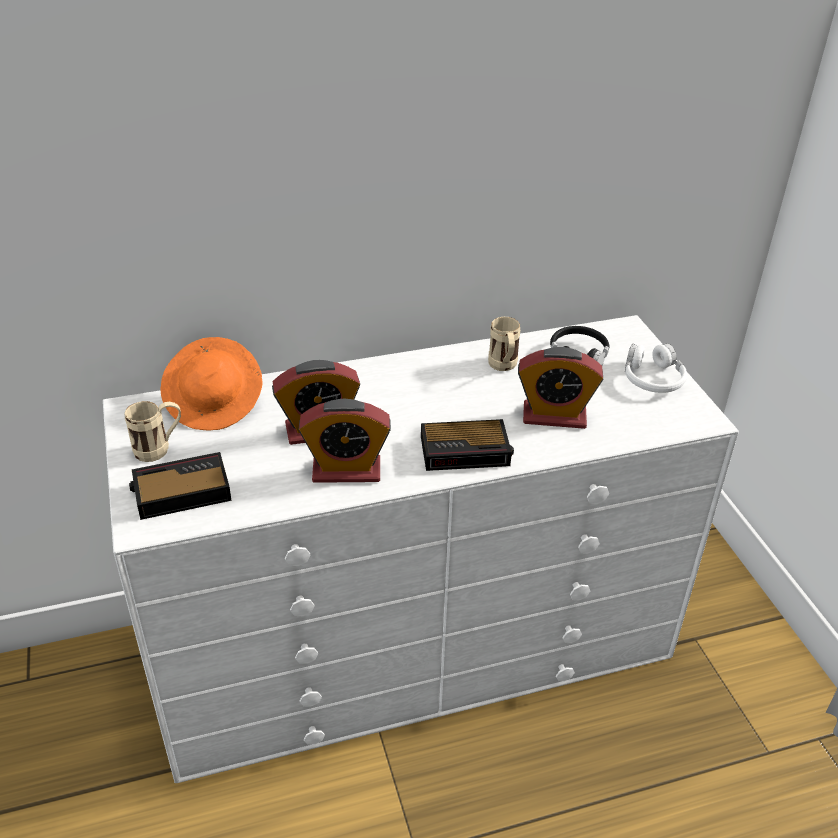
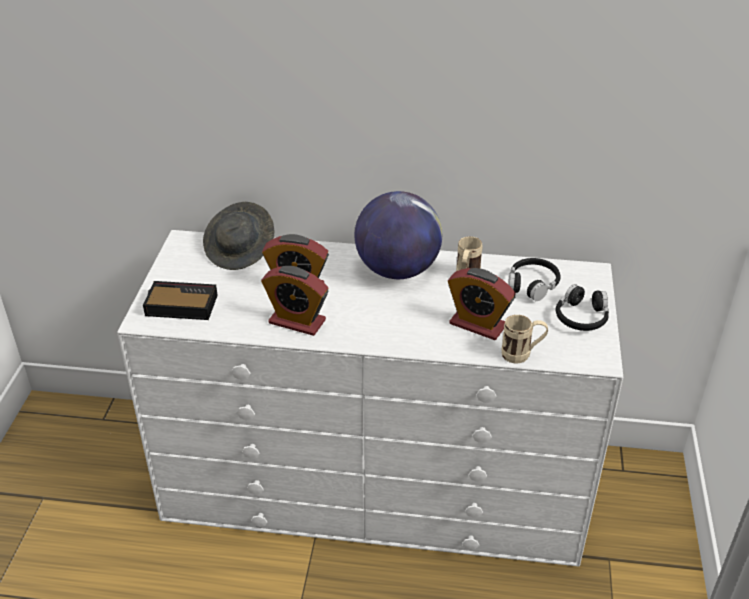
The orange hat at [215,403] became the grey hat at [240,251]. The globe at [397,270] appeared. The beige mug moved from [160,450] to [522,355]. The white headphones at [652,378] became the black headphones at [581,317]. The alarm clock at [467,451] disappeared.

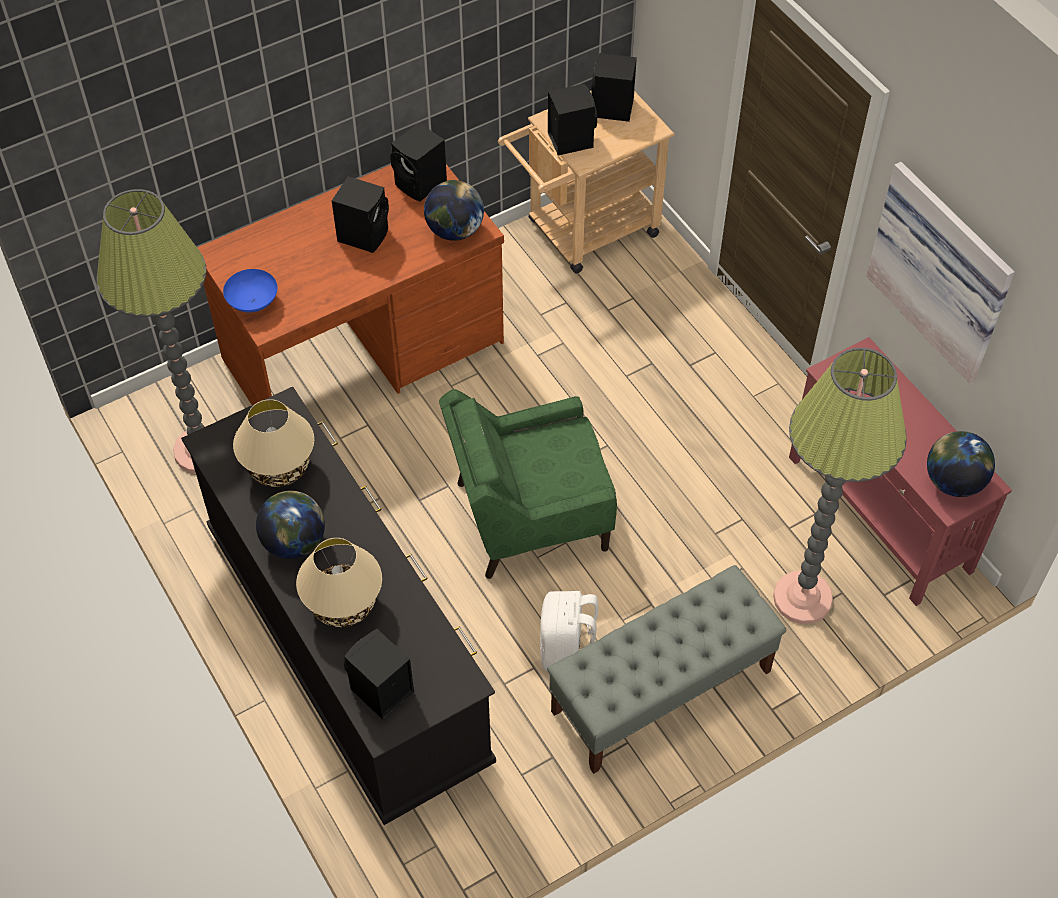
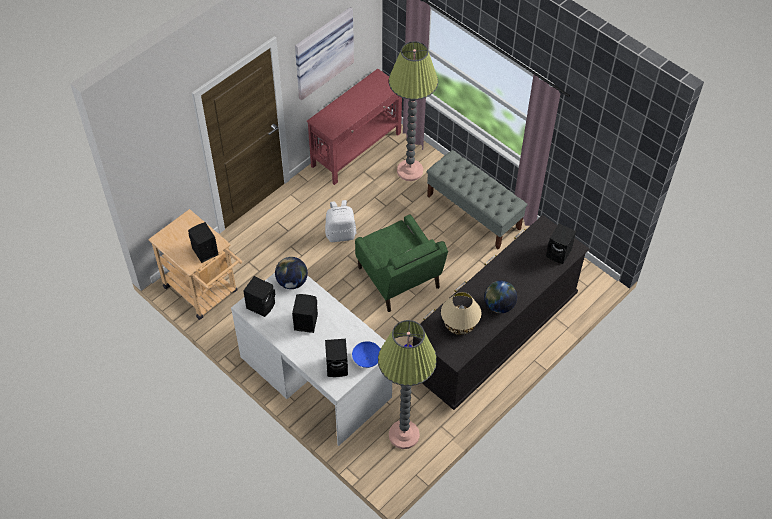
The brown desk at [365,352] became the white desk at [316,376]. The white backpack moved from [568,652] to [341,234]. The black speaker moved from [612,109] to [338,366]. The beige table lamp at [343,604] disappeared. The globe at [953,481] disappeared.

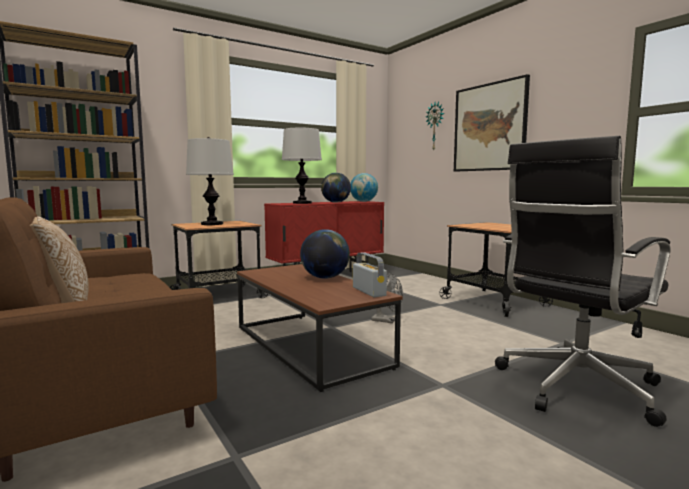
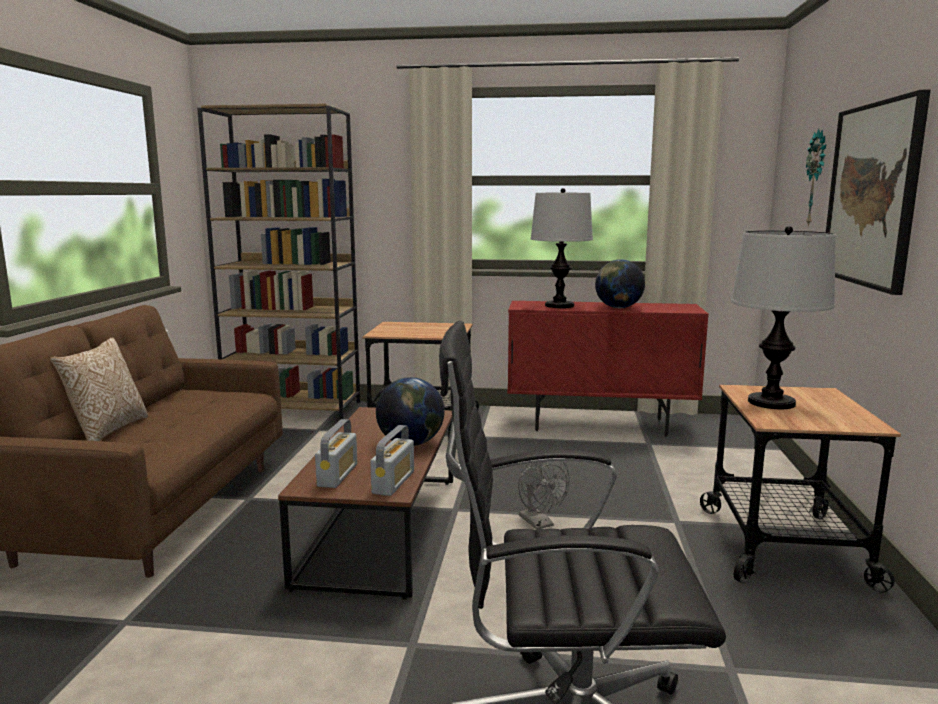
The radio at [337,475] appeared. The table lamp moved from [212,224] to [771,403]. The globe at [363,201] disappeared.

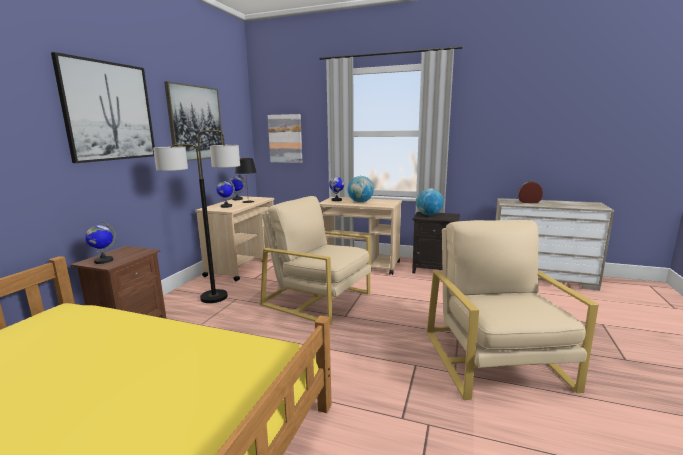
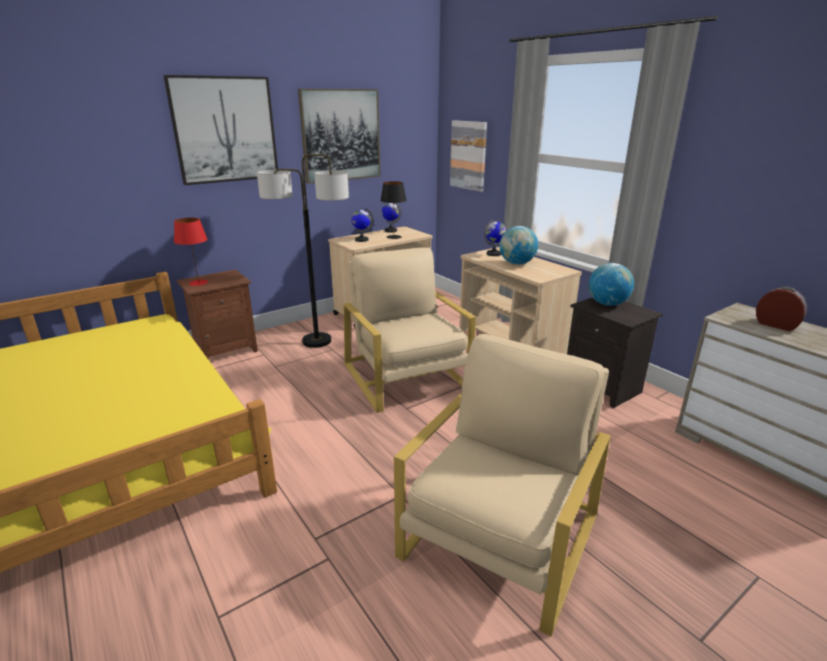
The globe at [103,261] was replaced by the red table lamp at [198,283].

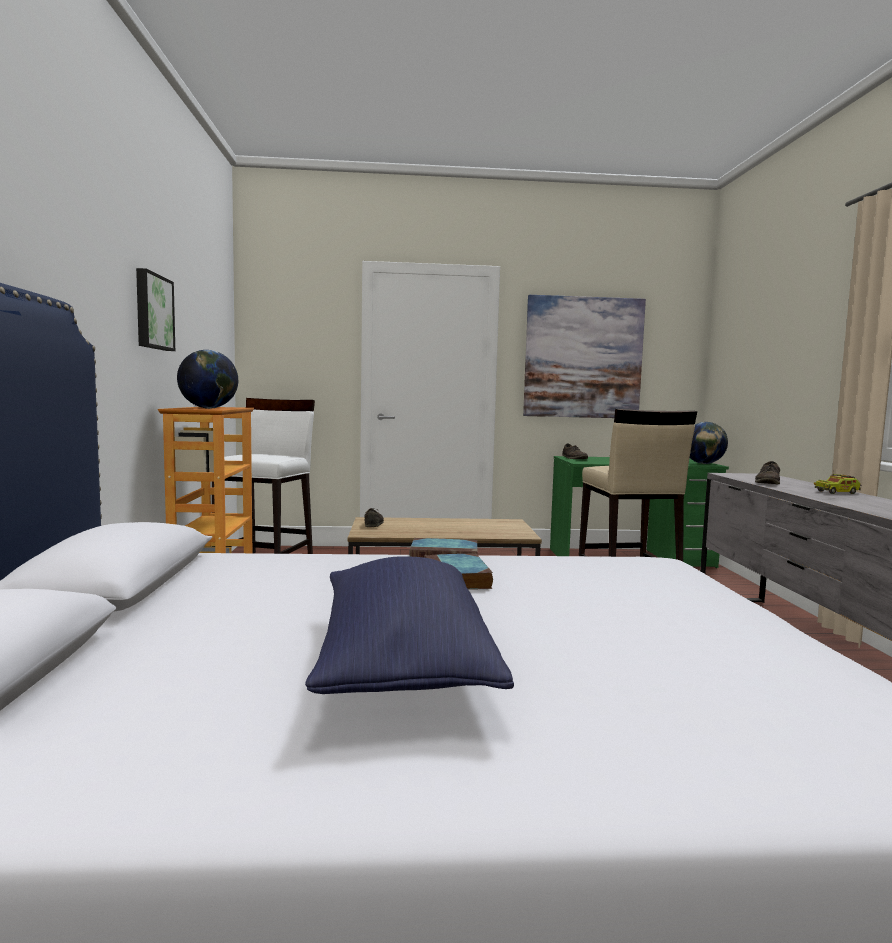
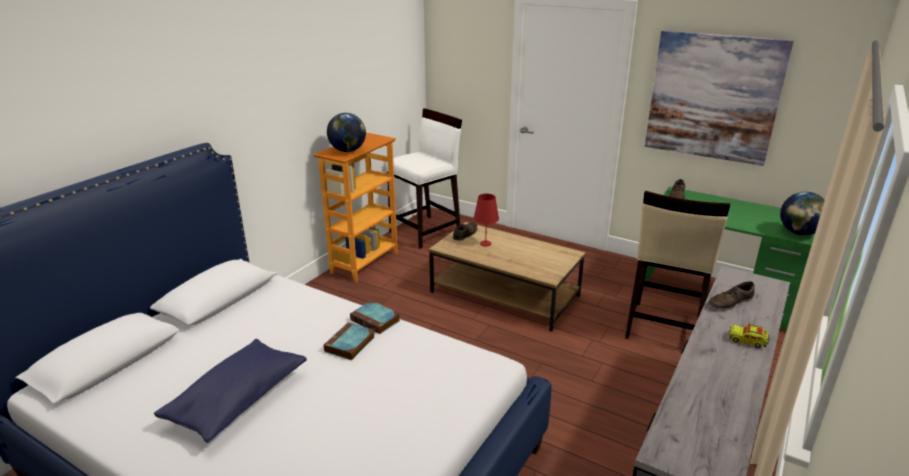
The red table lamp at [485,243] appeared. The picture at [152,312] disappeared.

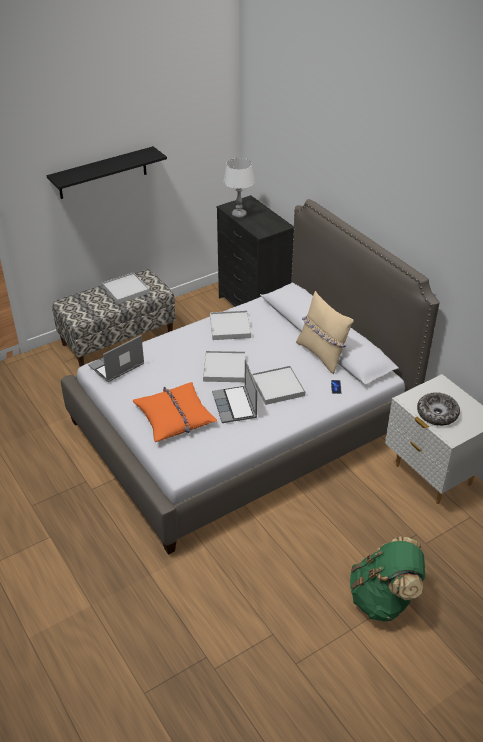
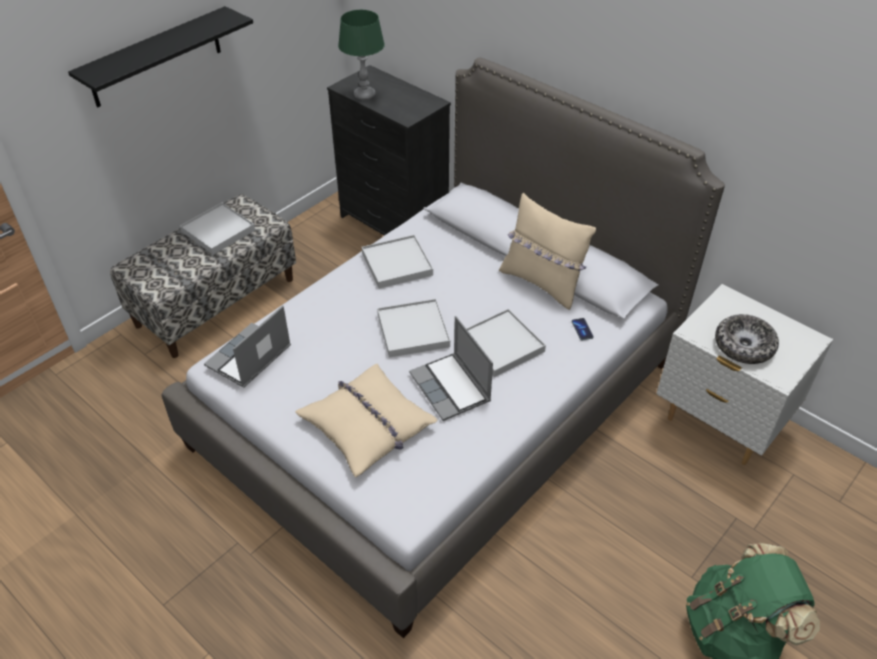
The orange pillow at [175,417] became the beige pillow at [368,426]. The white table lamp at [239,214] became the green table lamp at [364,95].

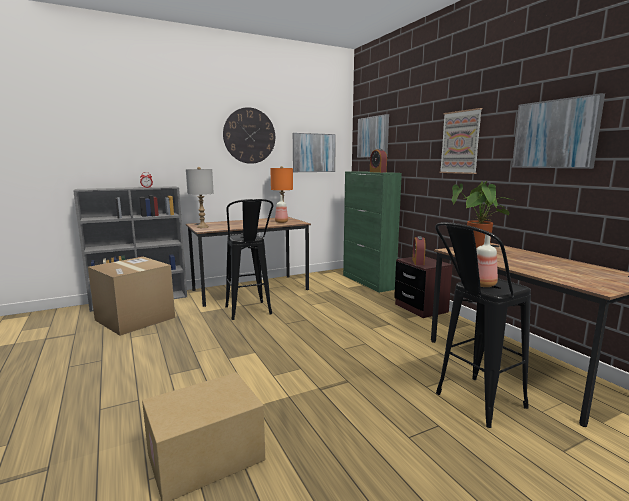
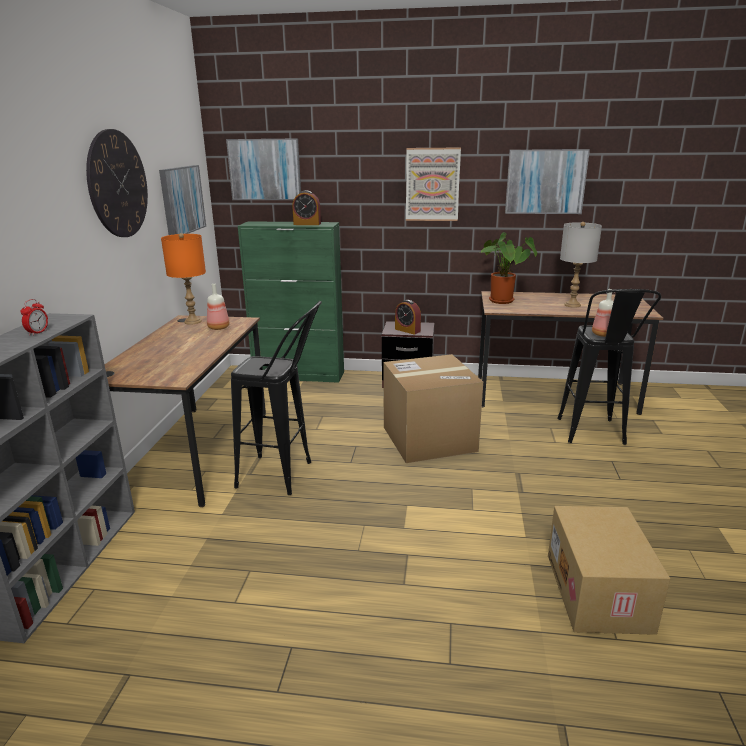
The cardboard box moved from [135,319] to [429,439]. The grey table lamp moved from [202,227] to [572,305].

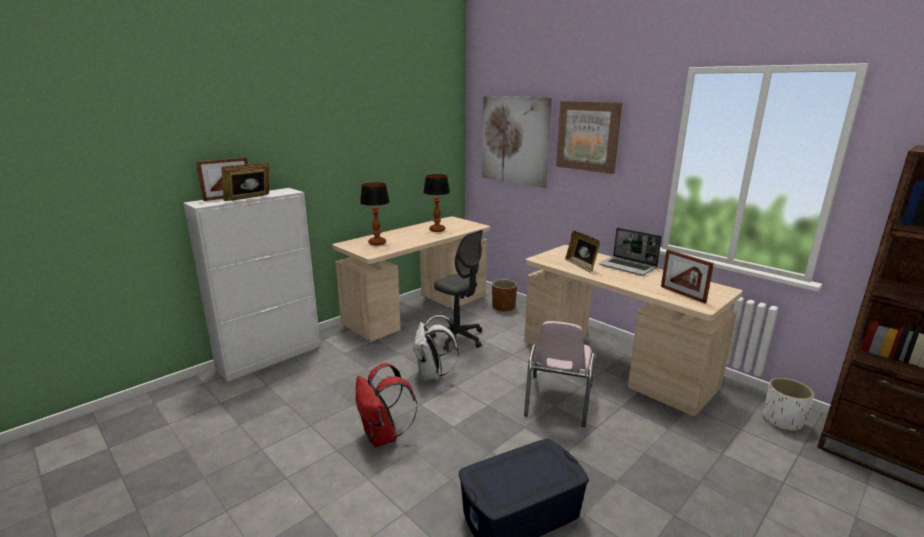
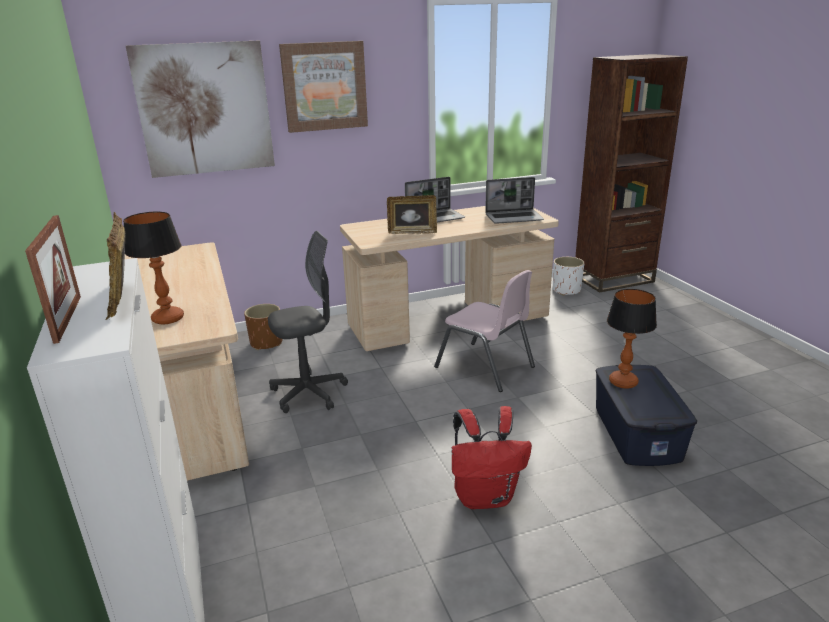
The picture frame at [682,294] was replaced by the laptop at [514,218]. The table lamp moved from [437,230] to [623,382]. The white backpack at [432,375] disappeared.

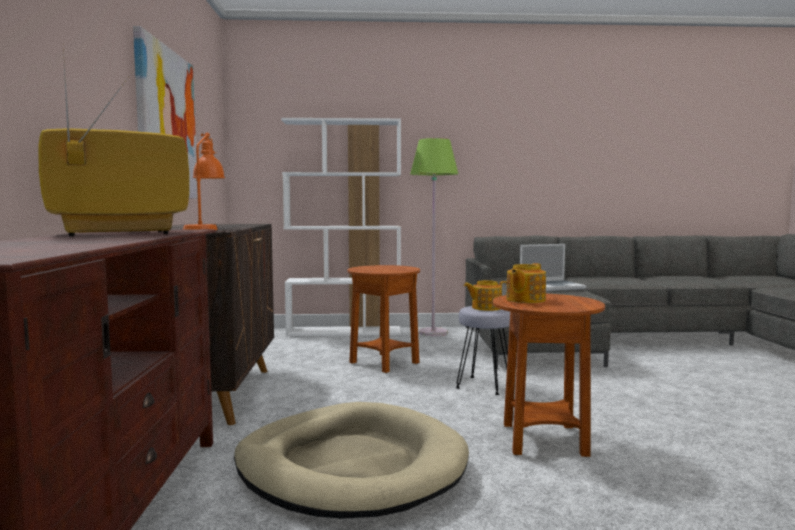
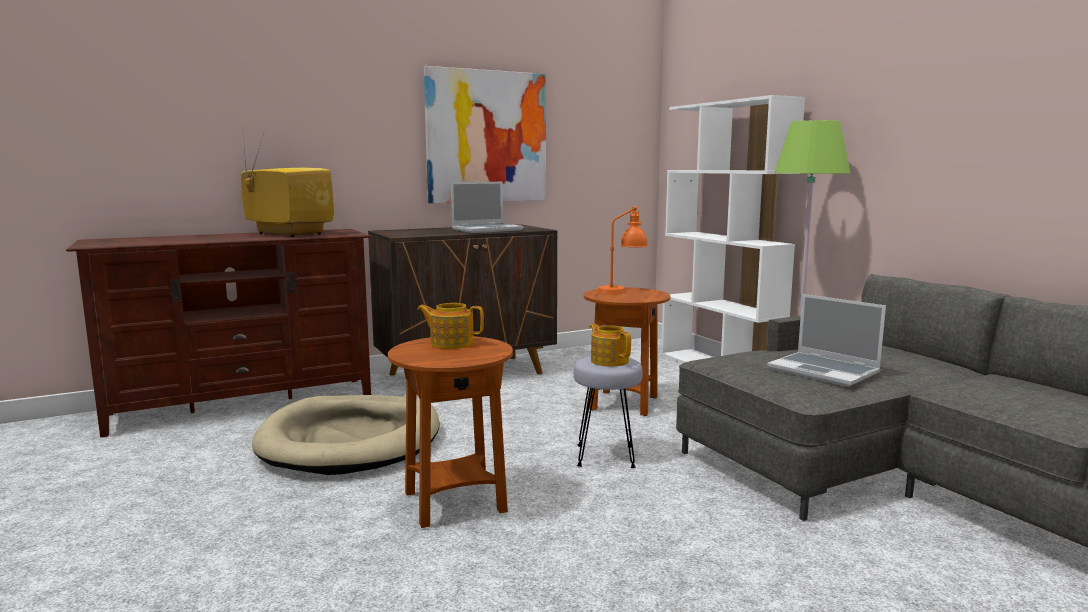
The laptop at [487,230] appeared. The orange table lamp moved from [205,229] to [622,290].

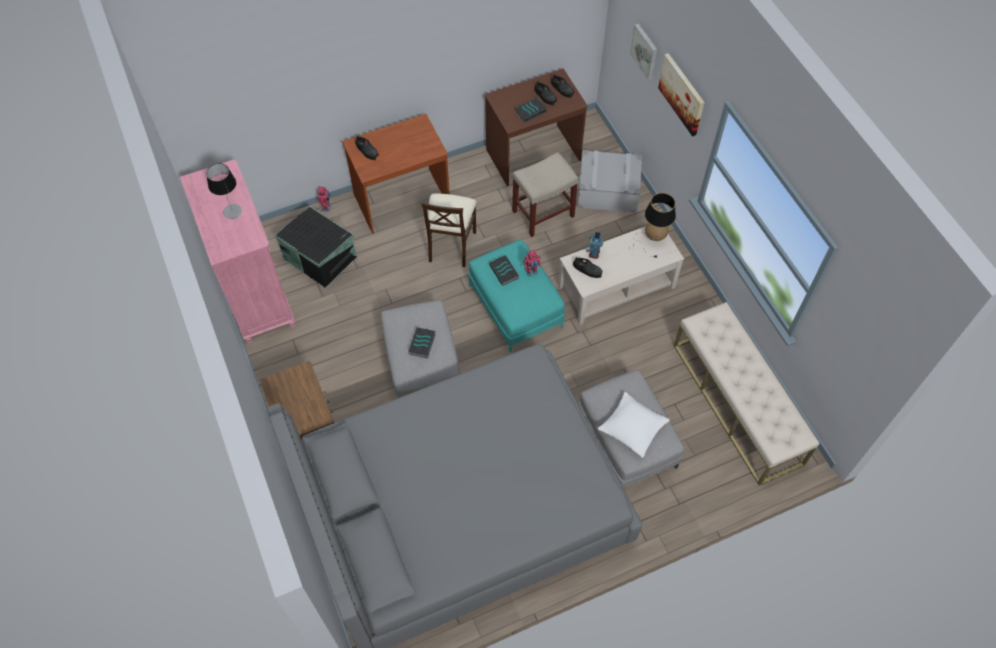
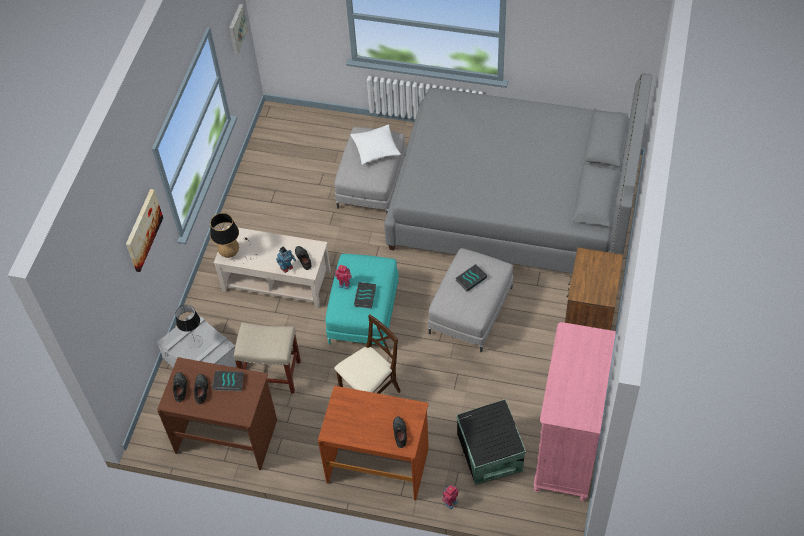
The table lamp moved from [232,211] to [195,342]. The picture moved from [645,51] to [236,28]. The beige bench at [737,403] disappeared.

